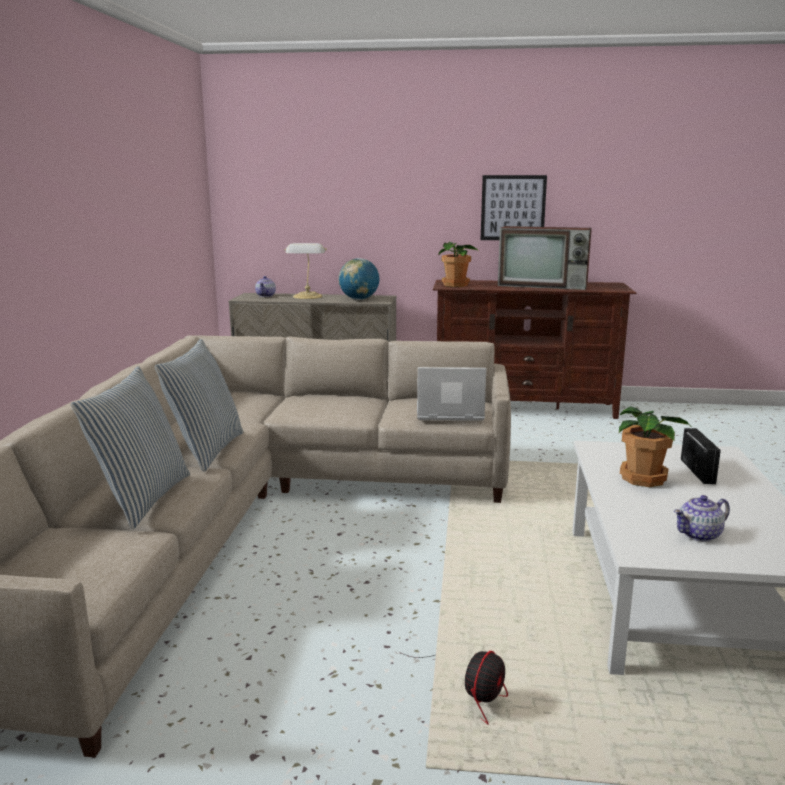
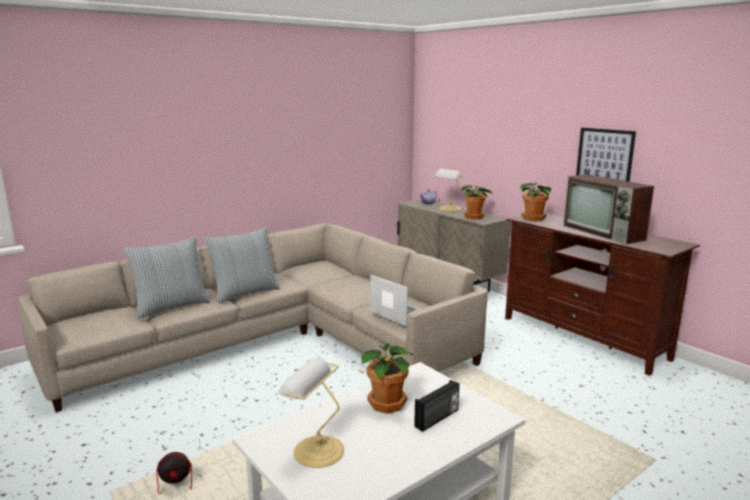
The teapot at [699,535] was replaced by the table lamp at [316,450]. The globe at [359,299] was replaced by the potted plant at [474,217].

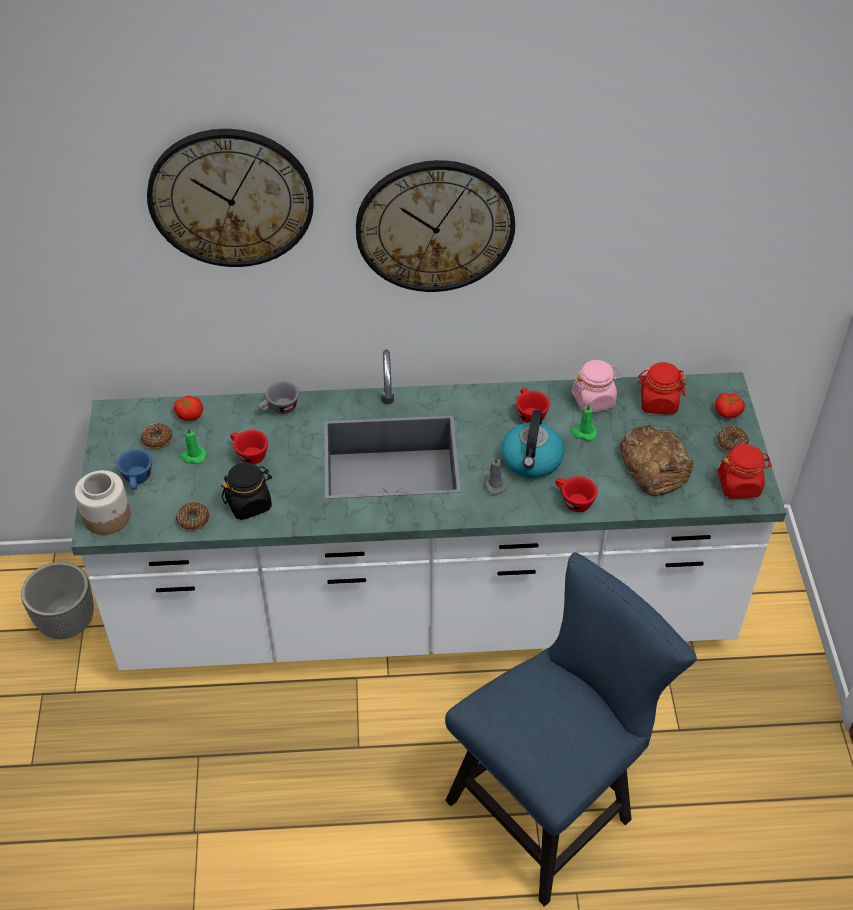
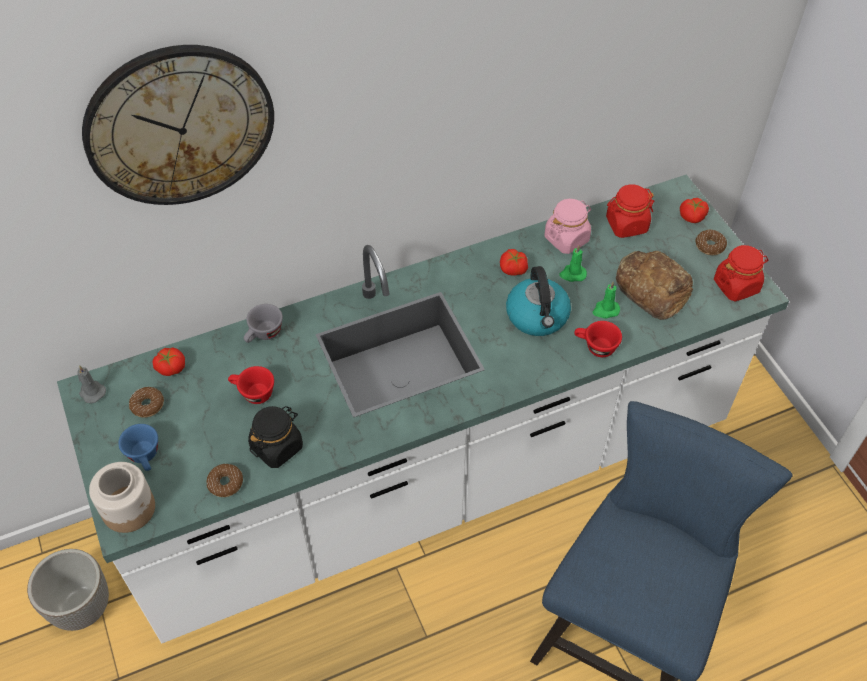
The grey candle moved from [494,484] to [92,392]. The red cup at [529,413] was replaced by the tomato at [513,269]. The green candle moved from [192,456] to [605,310]. The wall clock at [435,226] disappeared.

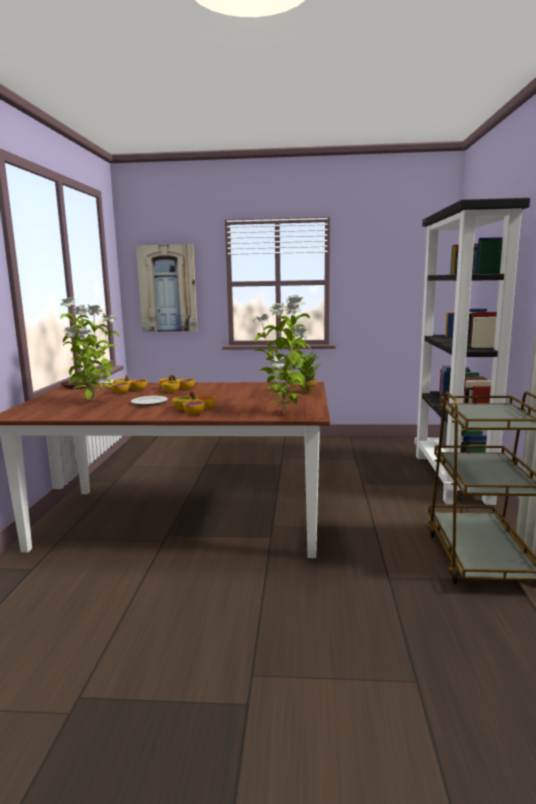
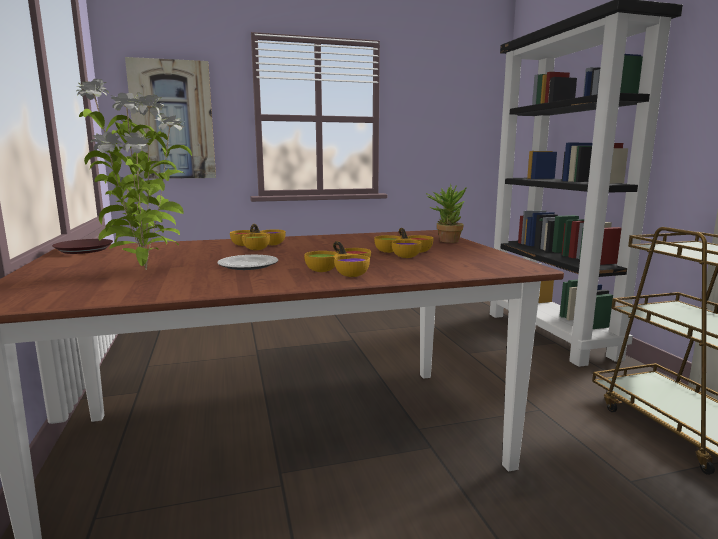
The bowl moved from [127,390] to [404,253]. The potted plant at [284,413] disappeared.

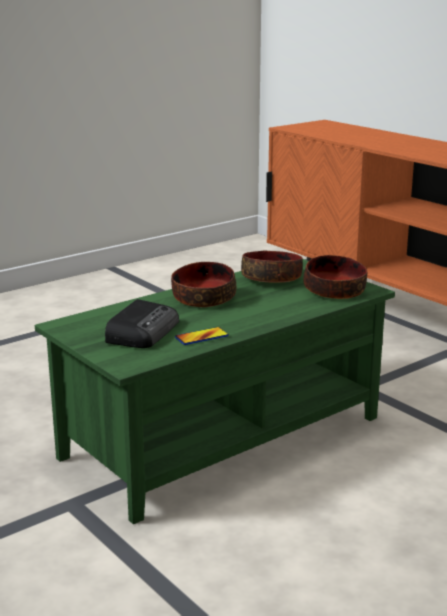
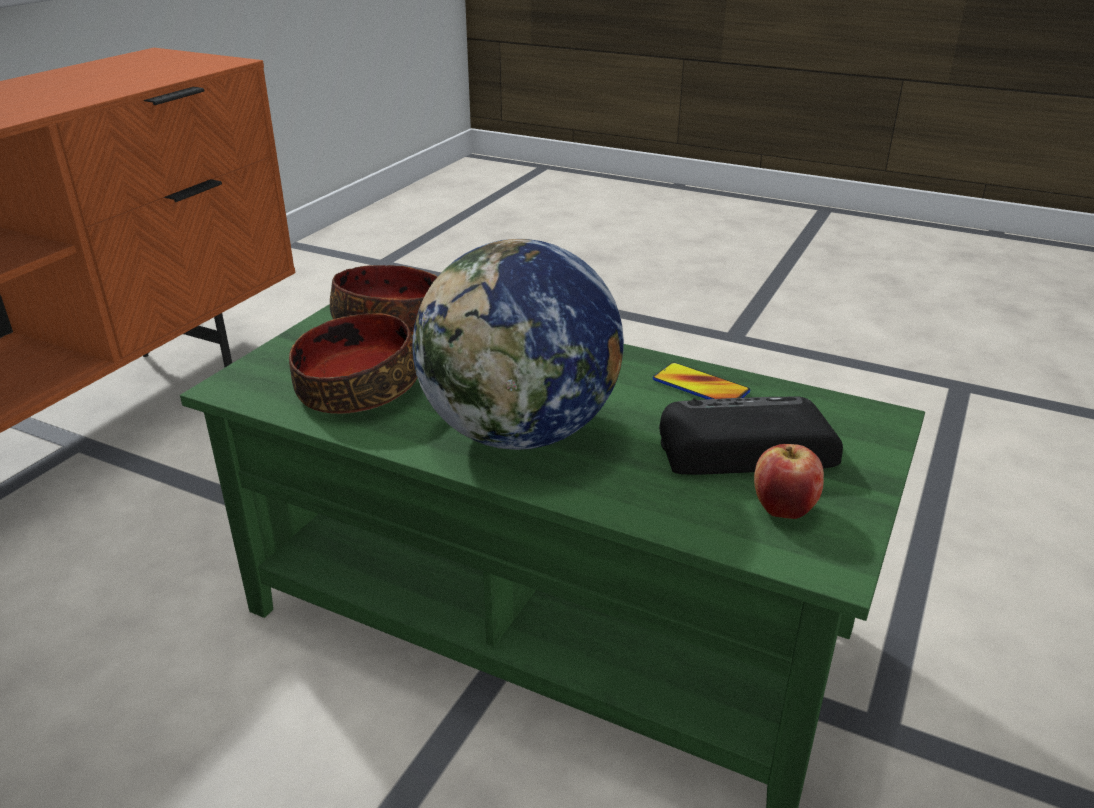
The bowl at [203,298] was replaced by the globe at [520,433]. The apple at [784,509] appeared.

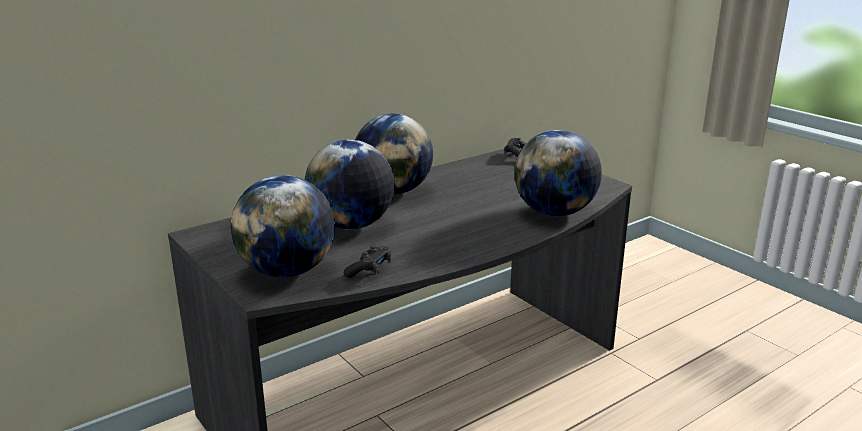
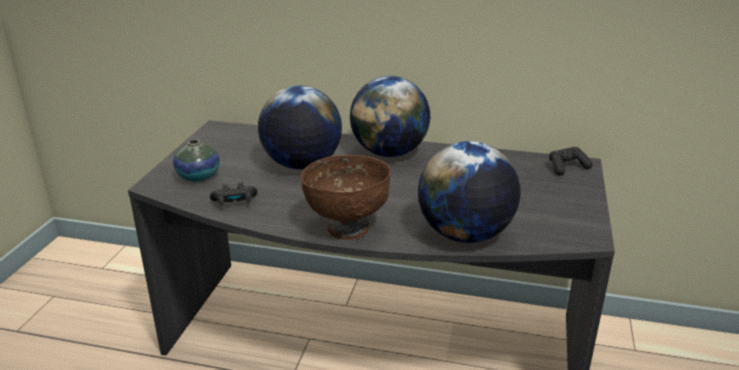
The globe at [287,271] was replaced by the vase at [198,177]. The brown bowl at [347,228] appeared.

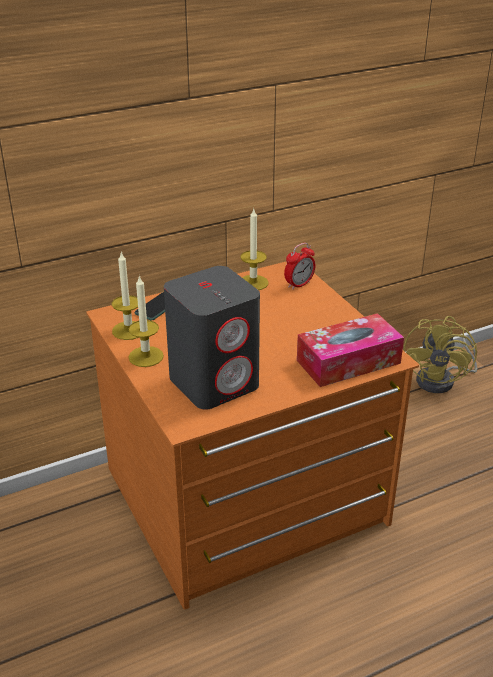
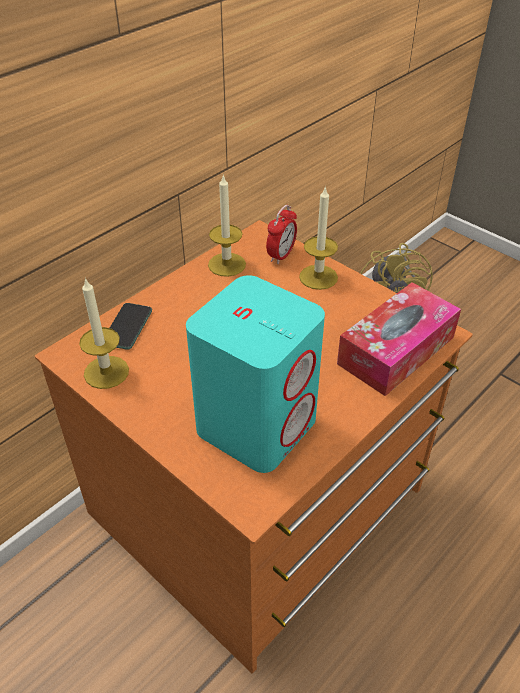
The grey speaker at [215,382] became the turquoise speaker at [257,424]. The candle moved from [146,356] to [318,277].

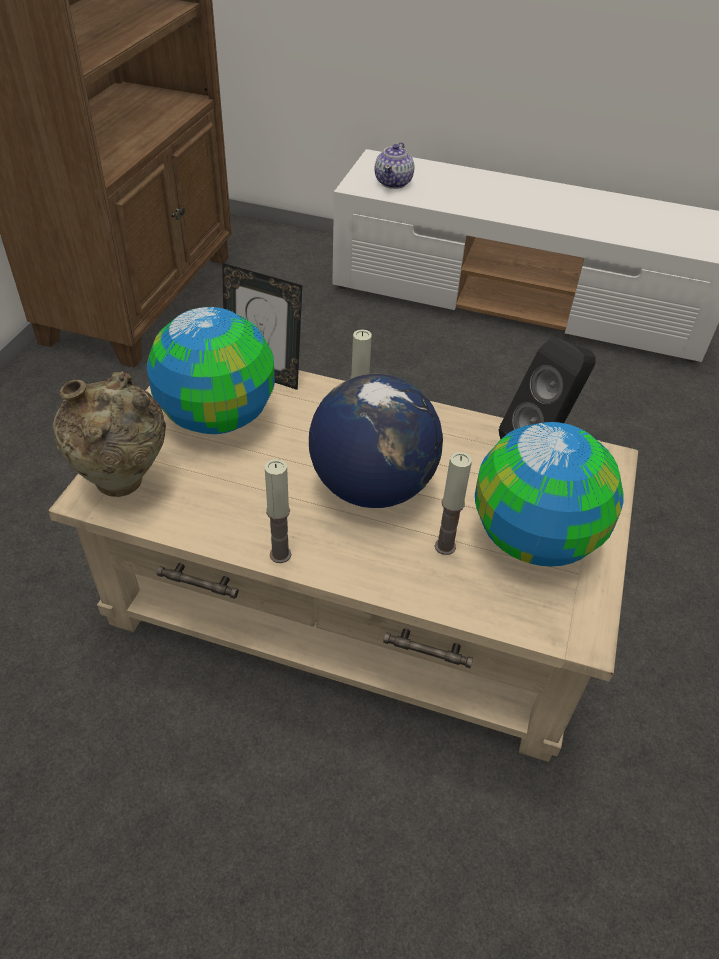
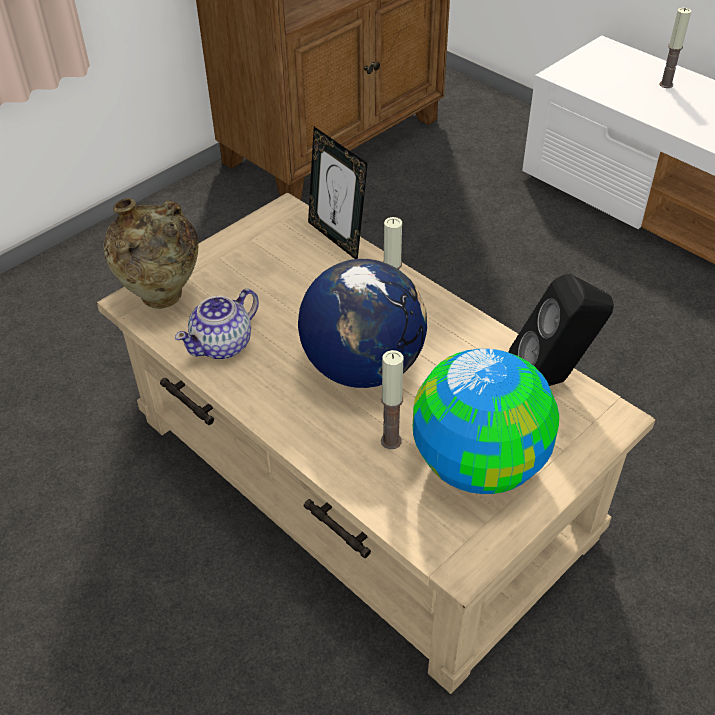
The teapot moved from [394,182] to [223,345]. The candle moved from [280,554] to [666,84]. The globe at [218,417] disappeared.

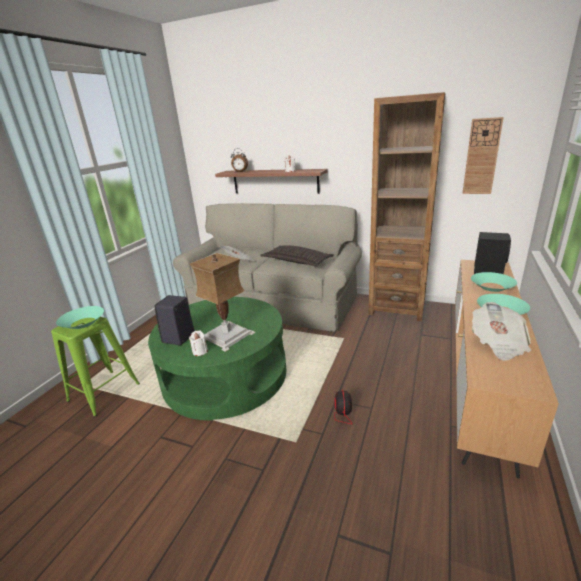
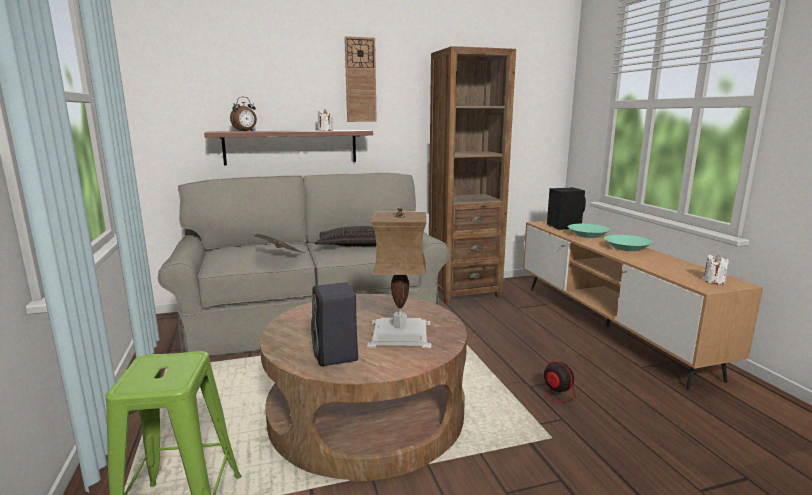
The green coffee table at [225,374] became the brown coffee table at [367,411]. The wall clock moved from [481,157] to [360,80]. The white candle moved from [200,351] to [713,281]. The turquoise bowl at [83,323] disappeared. The newspaper at [498,344] disappeared.

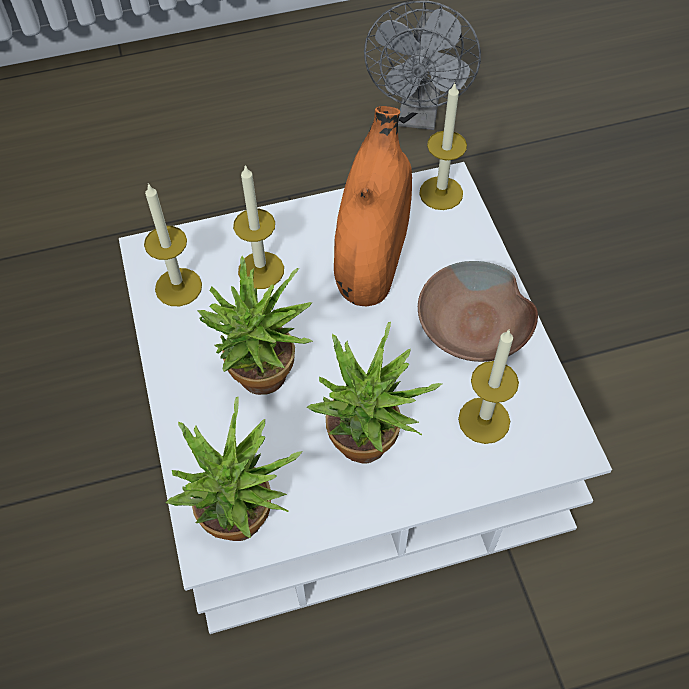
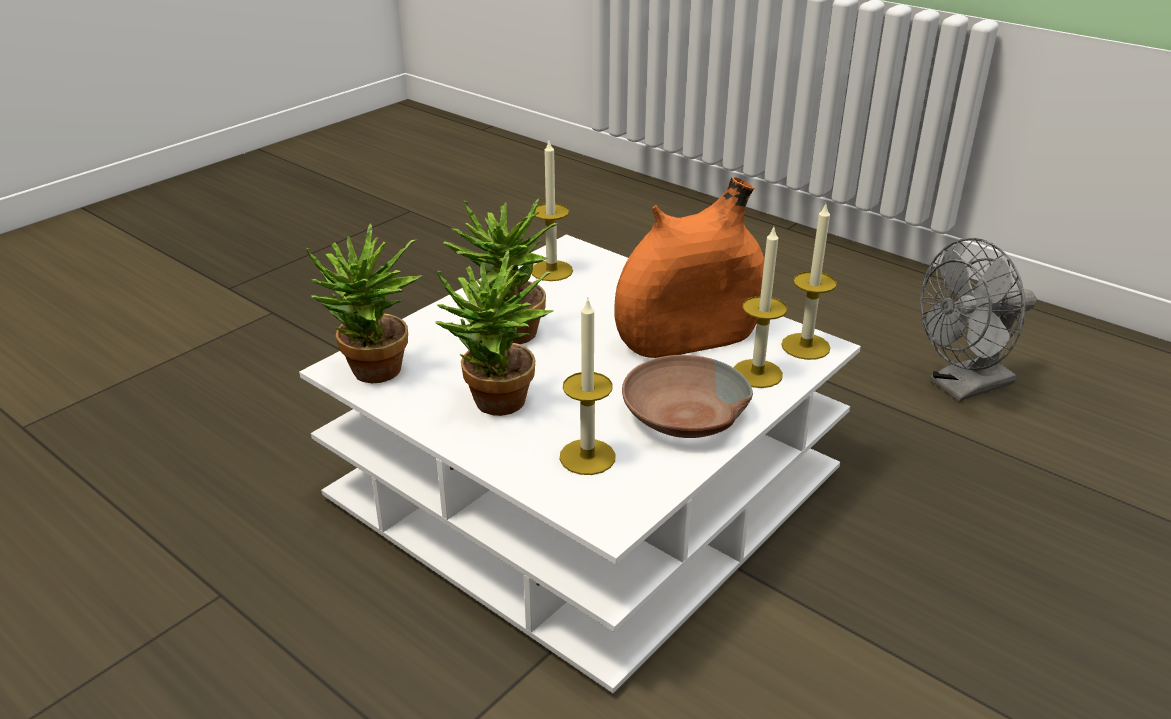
The candle moved from [261,270] to [757,373].

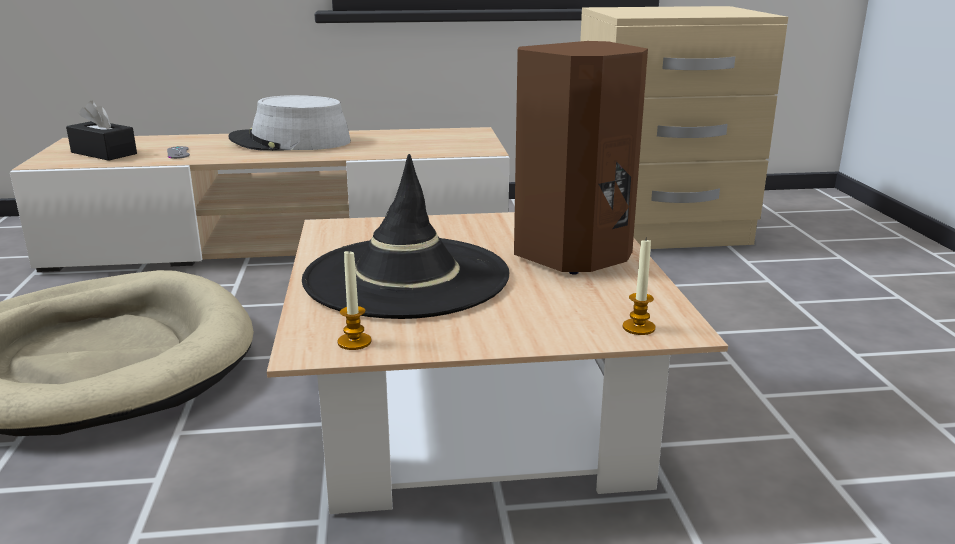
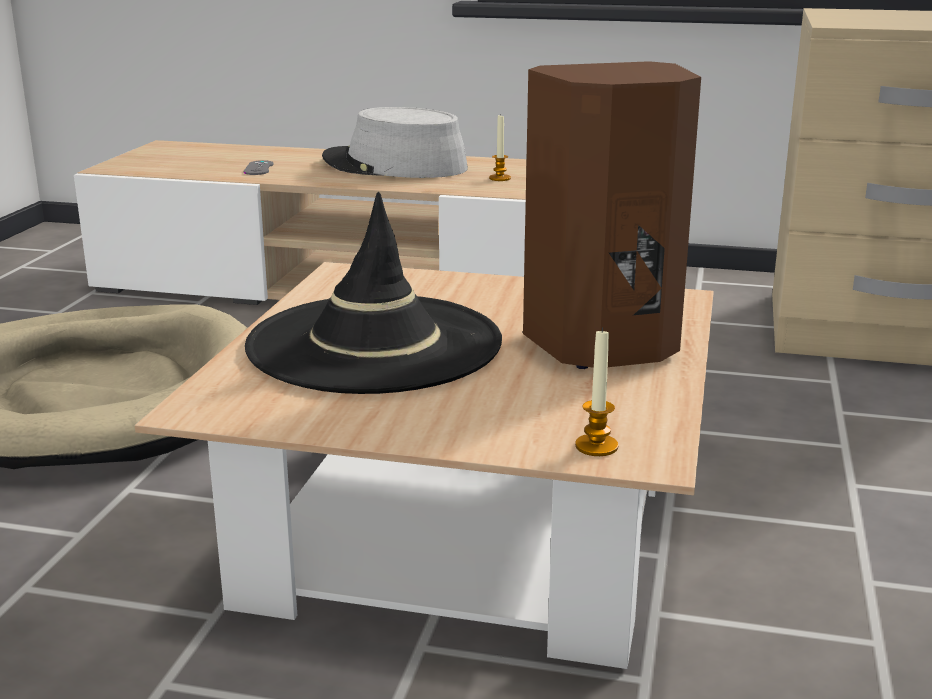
The candle moved from [354,342] to [499,178]. The black tissue box at [104,153] disappeared.

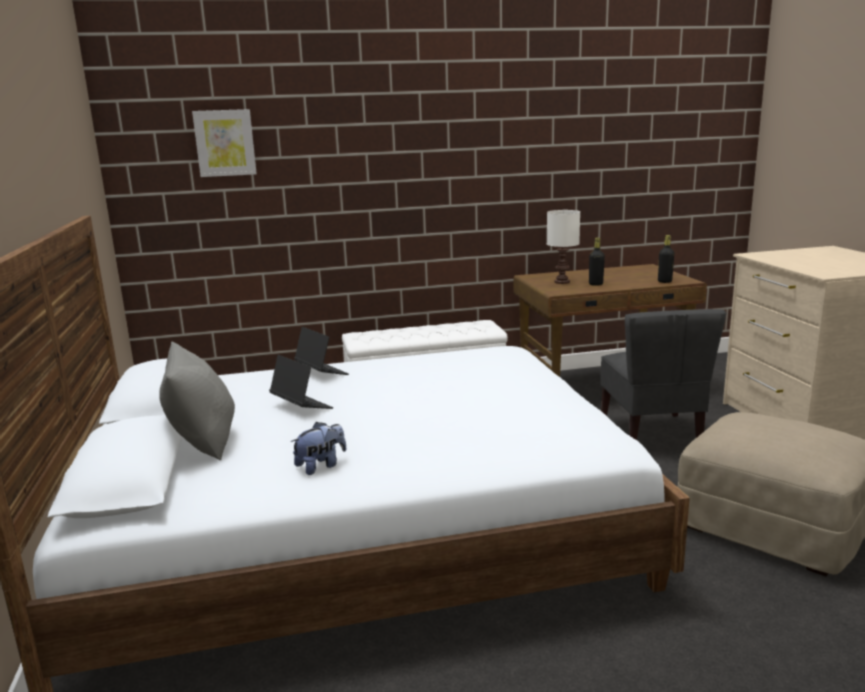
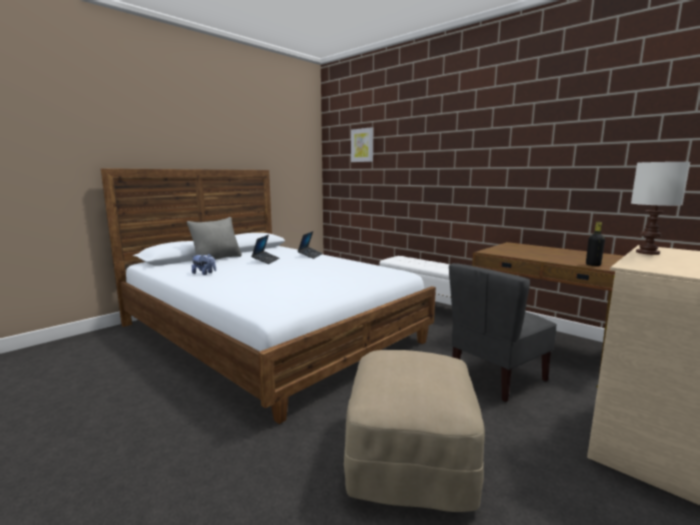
The white table lamp moved from [561,282] to [646,252]. The black bottle at [595,284] disappeared.

